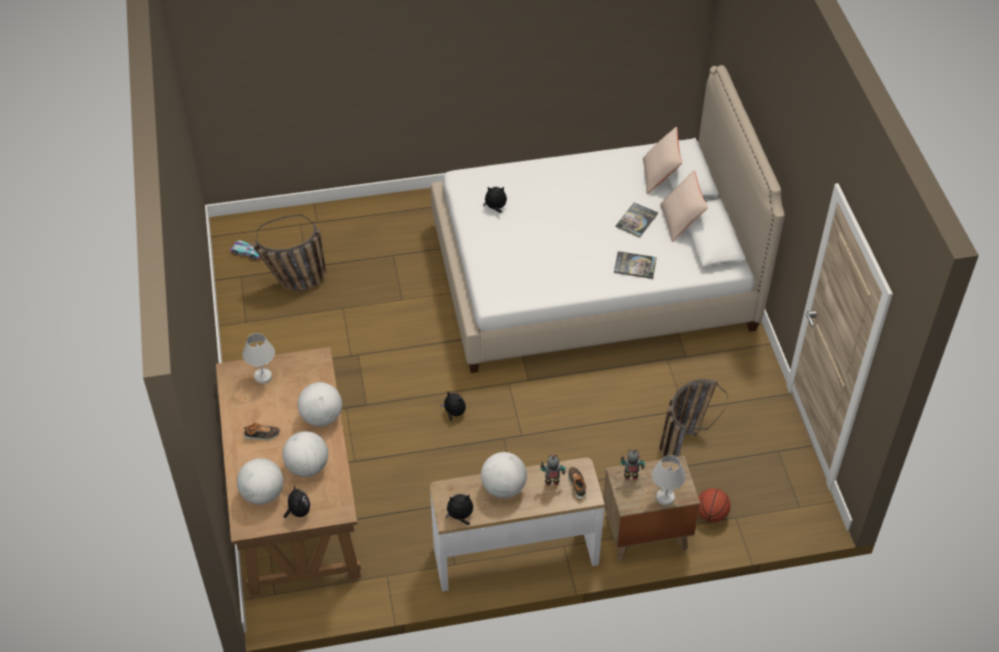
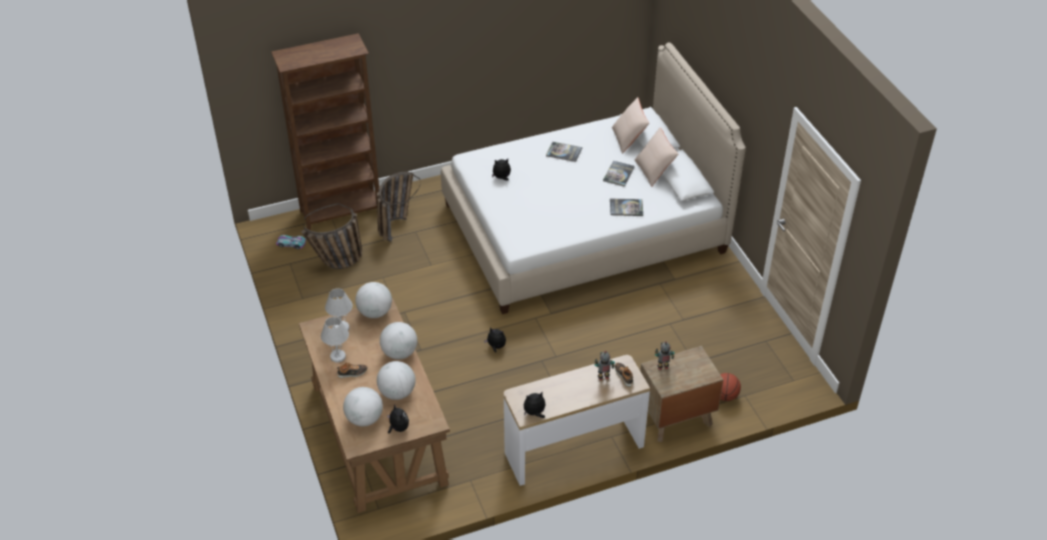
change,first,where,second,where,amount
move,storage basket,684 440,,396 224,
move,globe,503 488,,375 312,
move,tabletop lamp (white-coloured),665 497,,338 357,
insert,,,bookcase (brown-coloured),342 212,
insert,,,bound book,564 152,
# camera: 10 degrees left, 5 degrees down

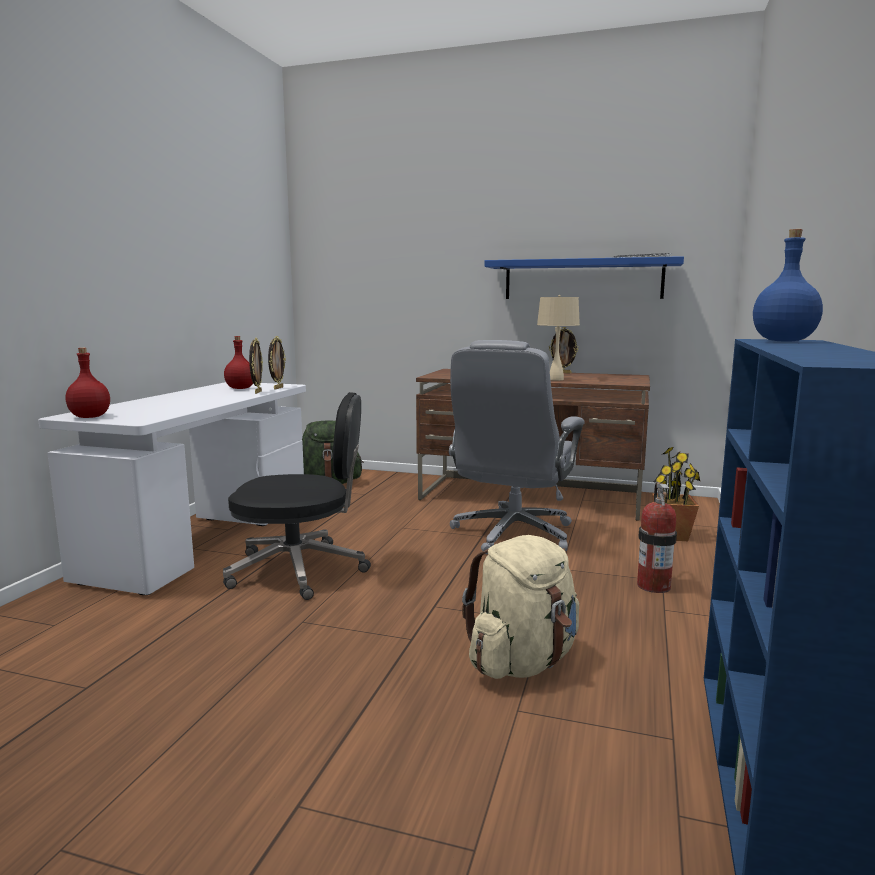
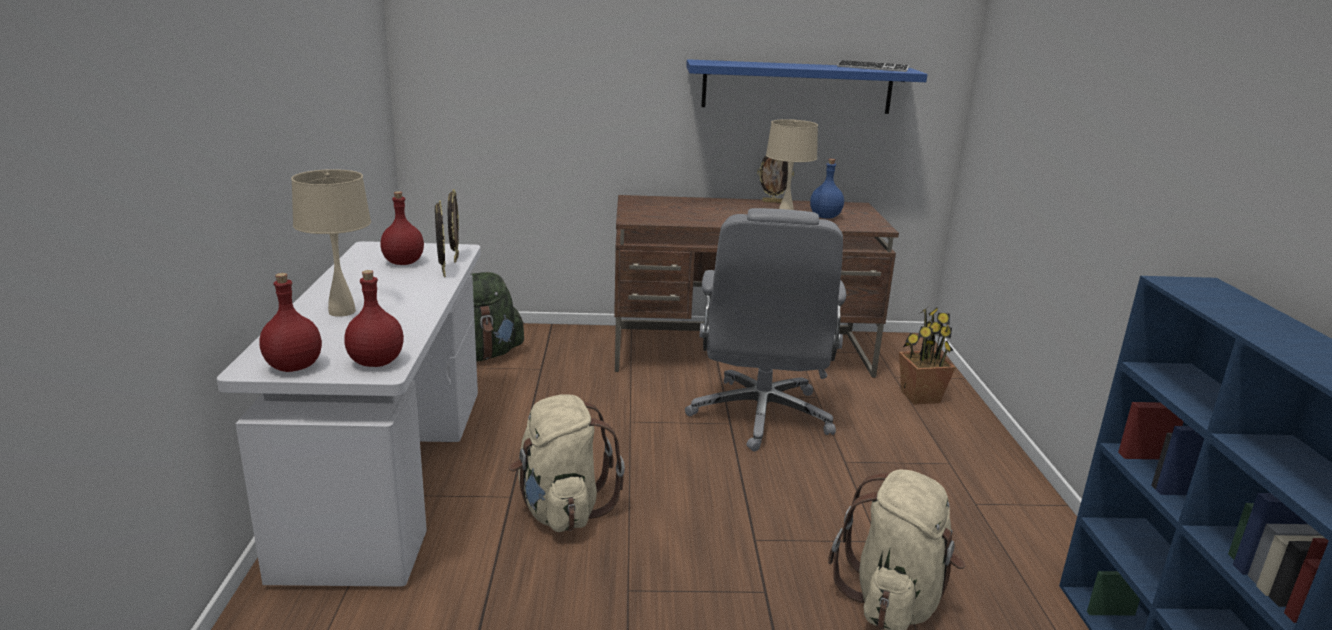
change,first,where,second,where,amount
move,bottle (blue-coloured),783 341,,825 217,
replace,office chair (blackish),300 570,knapsack (sand-coloured),561 510,
delete,fire-fighting cylinder,653 586,,,
insert,,,tabletop lamp (sand-coloured),341 311,
insert,,,bottle (red),375 362,
# camera: 20 degrees left, 10 degrees up

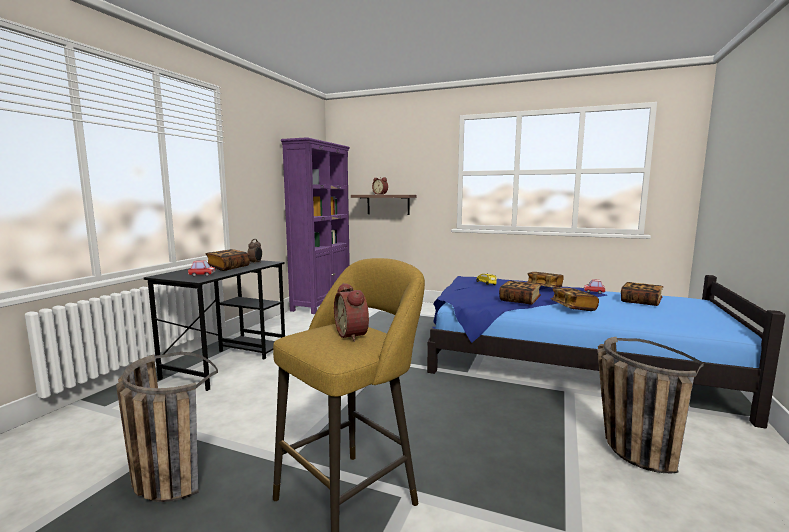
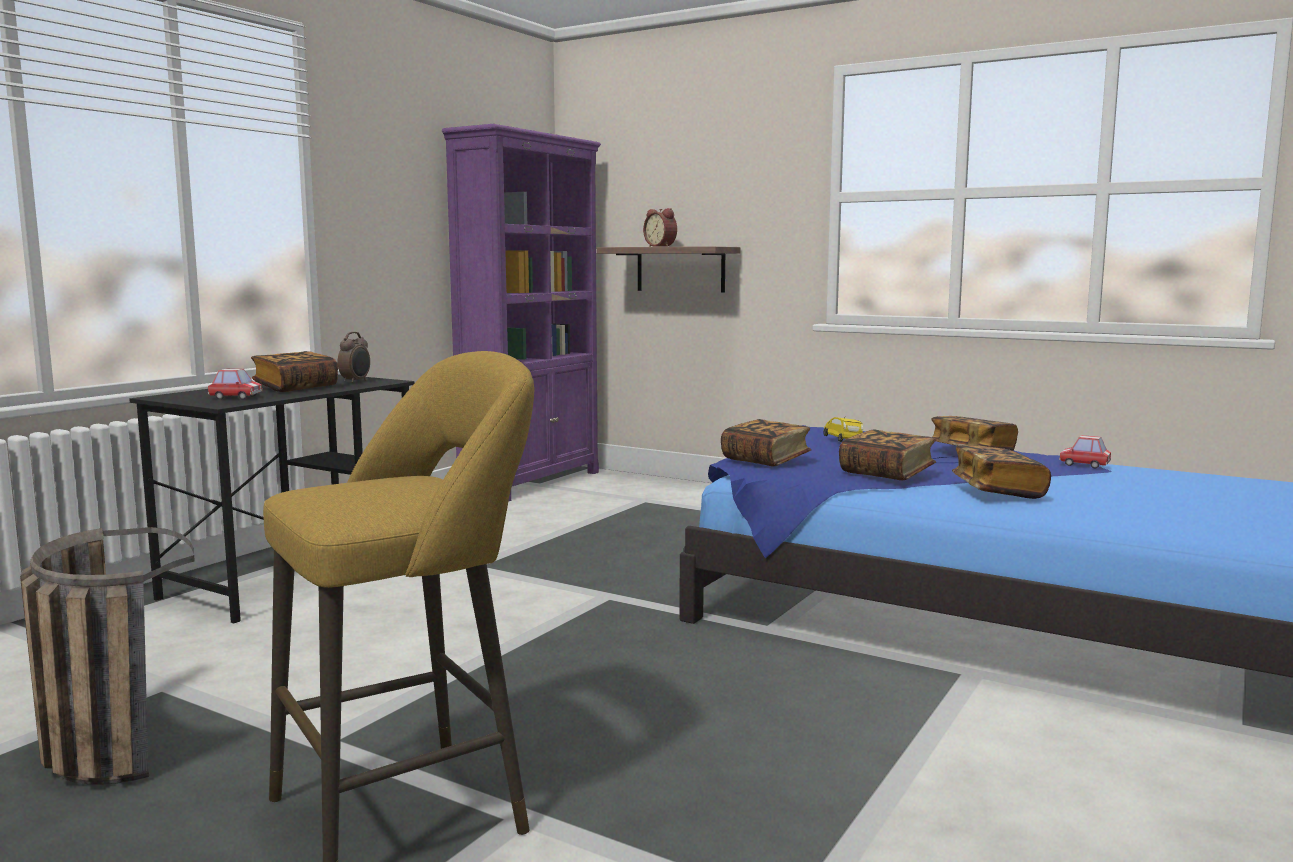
change,first,where,second,where,amount
move,bound book,640 302,,765 460,
delete,alarm clock,354 335,,,
delete,storage basket,626 444,,,
# camera: 10 degrees right, 0 degrees up

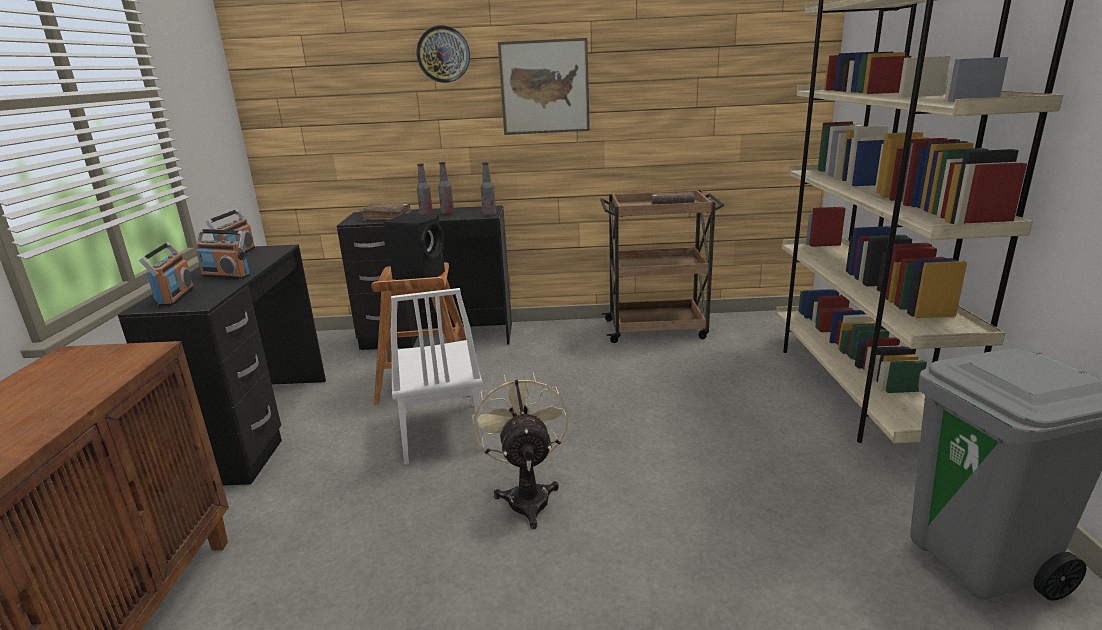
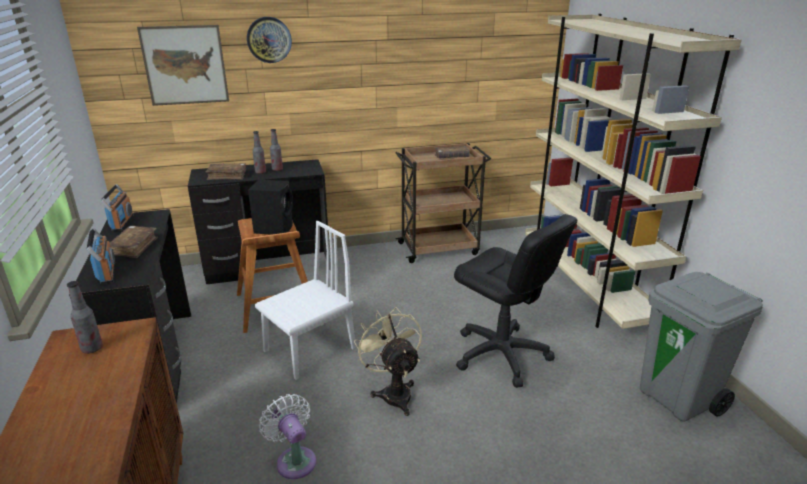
change,first,where,second,where,amount
move,wall art,544 87,,185 65,
move,bottle,489 215,,92 349,
replace,radio receiver,227 275,bound book (brown-coloured),133 247,
rotate,plain chair (white-coloured),442 431,,309 349,105 degrees counterclockwise
insert,,,office chair (blackish),501 354,
insert,,,cooling fan (white-coloured),294 459,
# camera: 15 degrees left, 5 degrees up

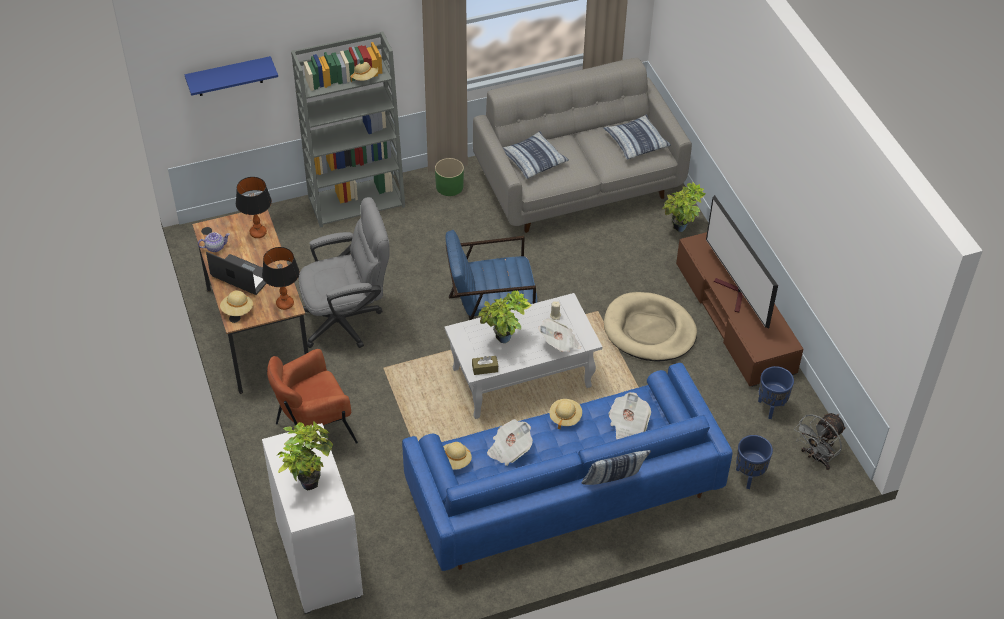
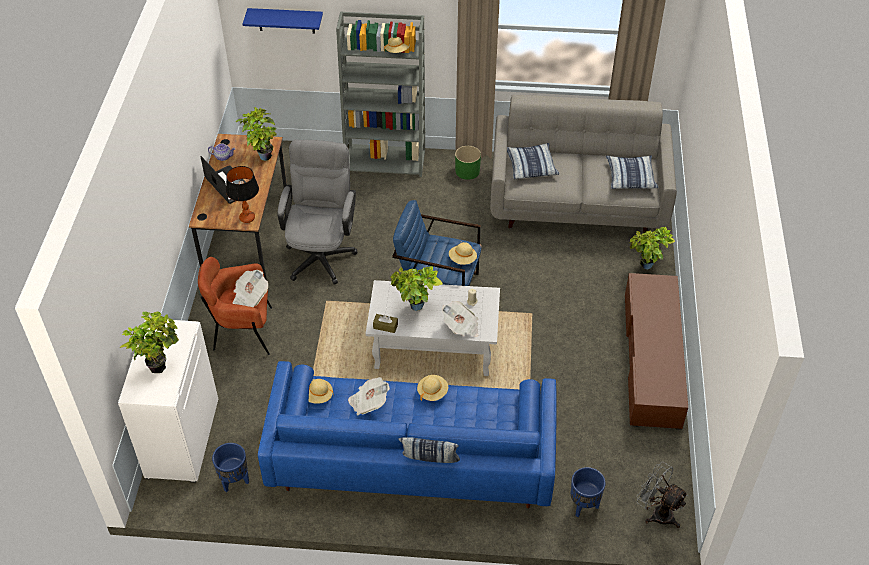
change,first,where,second,where,amount
replace,tabletop lamp,258 233,houseplant,262 155,
delete,television,735 294,,,
rotate,office chair (gray),347 319,,321 252,90 degrees counterclockwise
move,clothing hat (sand-coloured),237 310,,462 259,
delete,pet bed (sand-coloured),649 330,,,
move,planter (blue-coloured),770 408,,234 481,
move,newspaper,628 425,,250 297,
rotate,cooling fan (gray),816 458,,657 512,60 degrees clockwise
# camera: 25 degrees right, 0 degrees up

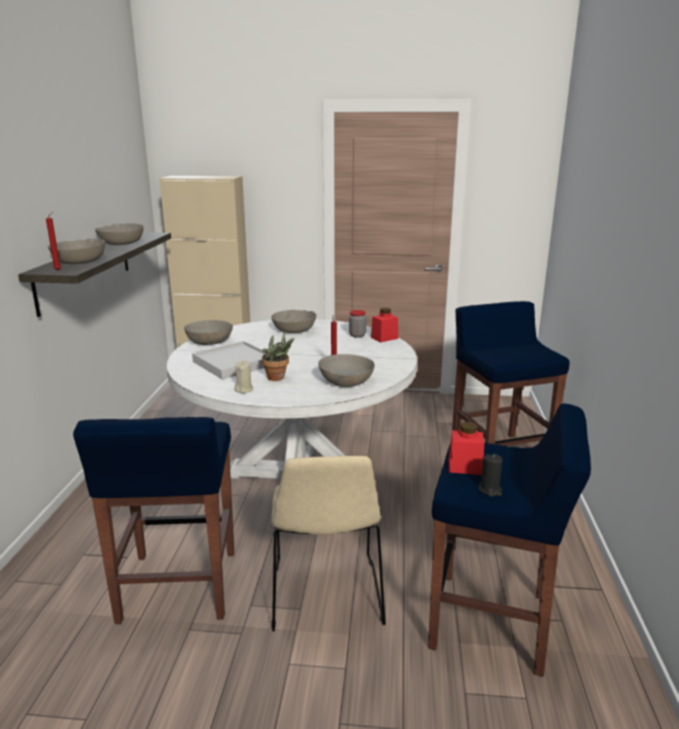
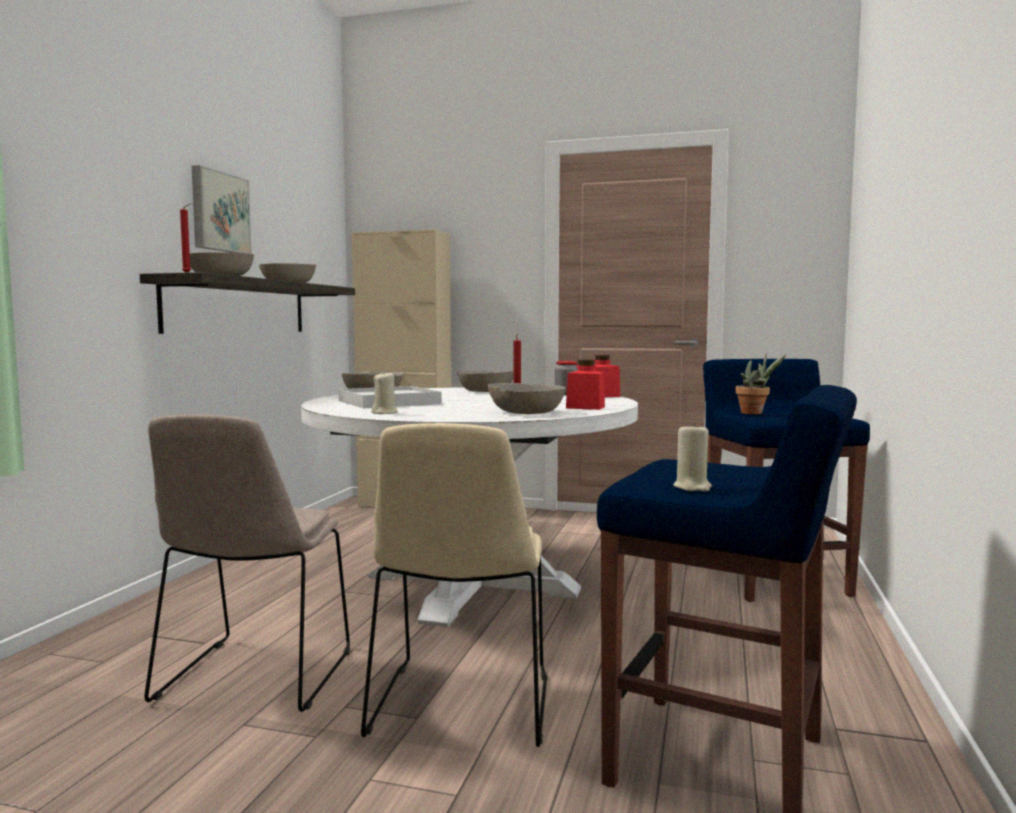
change,first,where,second,where,amount
move,houseplant,278 378,,755 413,
replace,stool seat (blue-coloured),178 587,plain chair (sand-coloured),253 678,
move,preserve jar (red),465 467,,585 407,
recolor,candle (blackish),490 490,candle (sand-coloured),692 487,
insert,,,wall art,219 212,
# camera: 10 degrees right, 15 degrees down

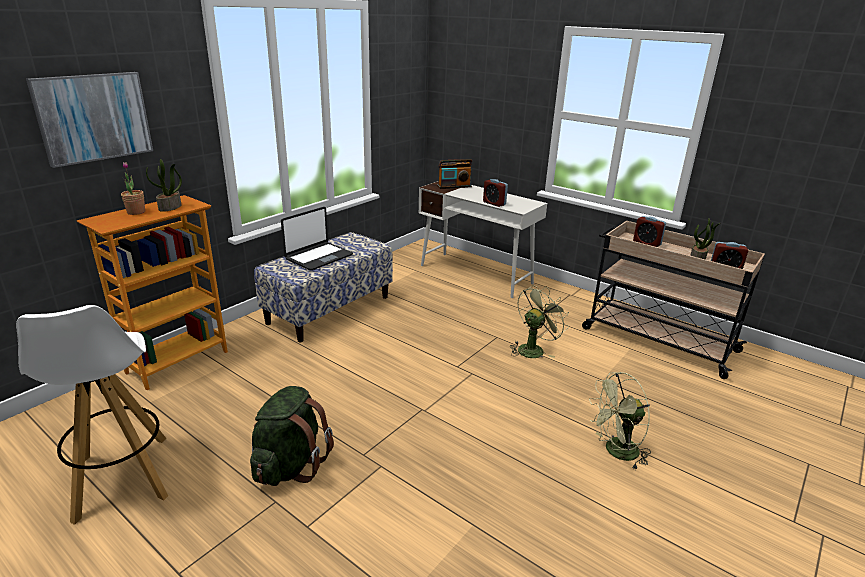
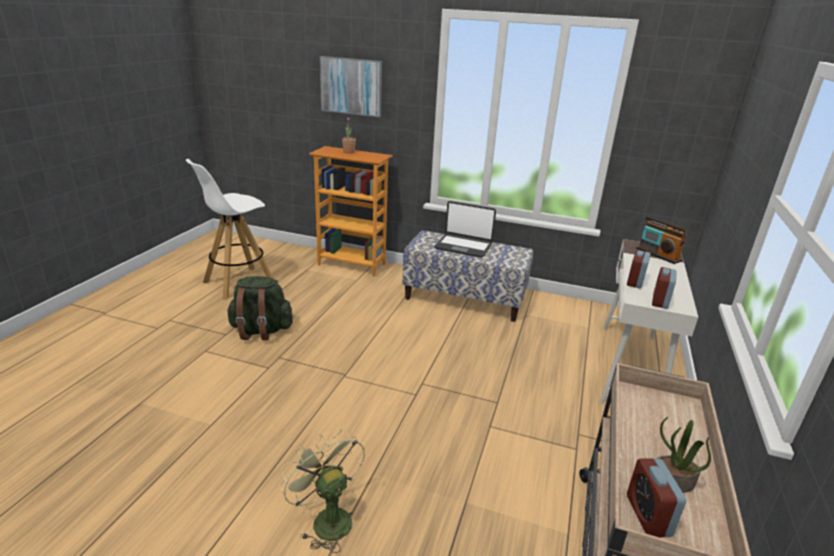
change,first,where,second,where,amount
delete,houseplant,170 207,,,
move,alarm clock,646 243,,660 301,
delete,cooling fan (green-coloured),533 349,,,
# camera: 70 degrees right, 0 degrees up

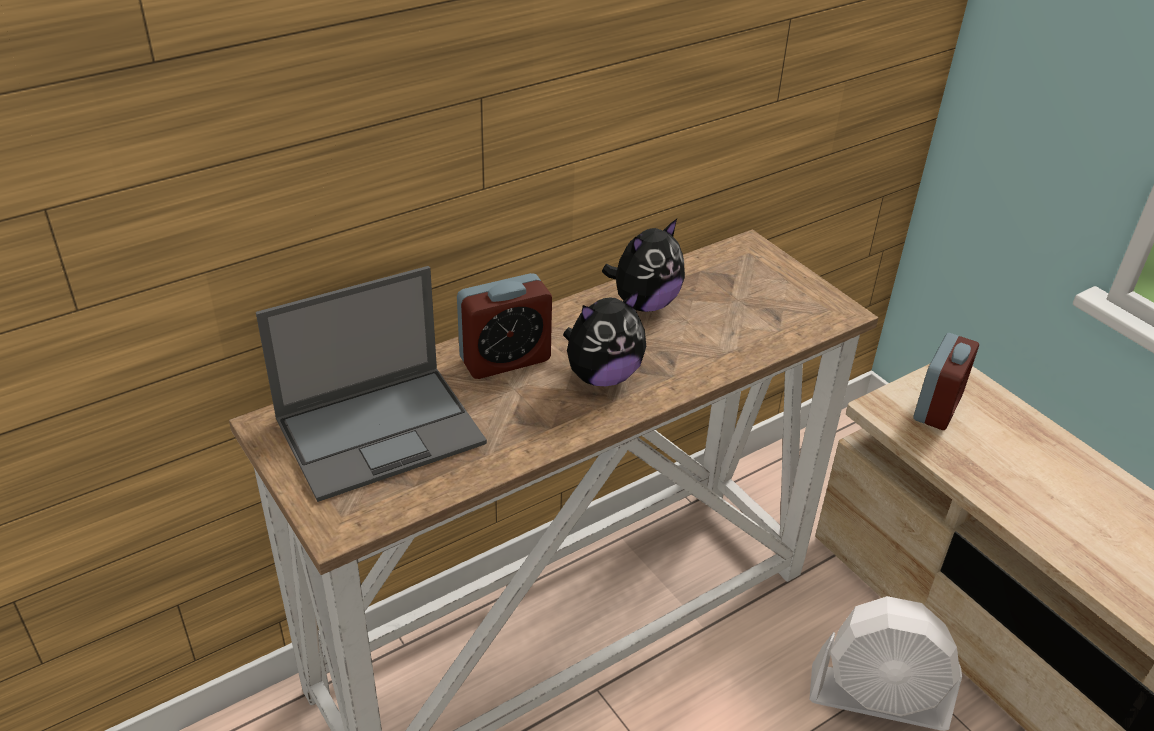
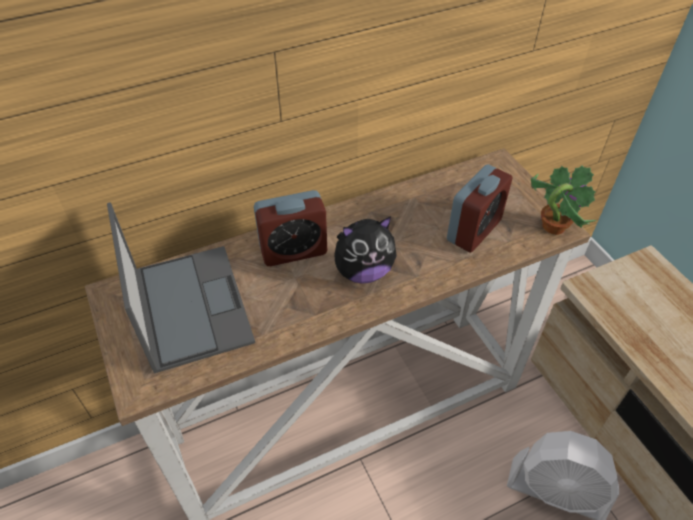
change,first,where,second,where,amount
delete,soft toy,644 303,,,
rotate,laptop,382 430,,190 305,90 degrees counterclockwise
move,alarm clock,937 407,,474 230,
insert,,,houseplant,552 226,
# camera: 10 degrees right, 10 degrees up

